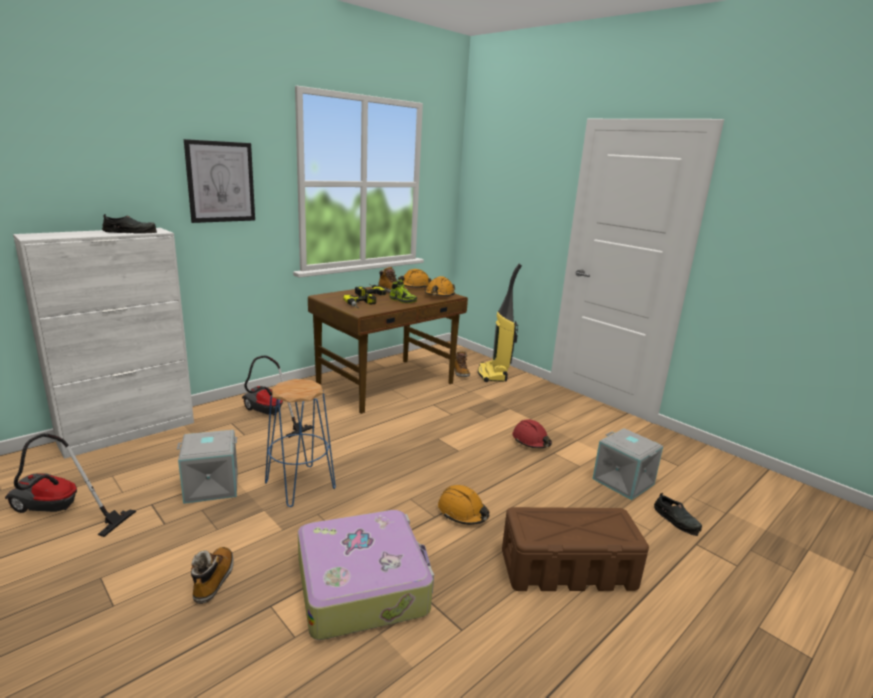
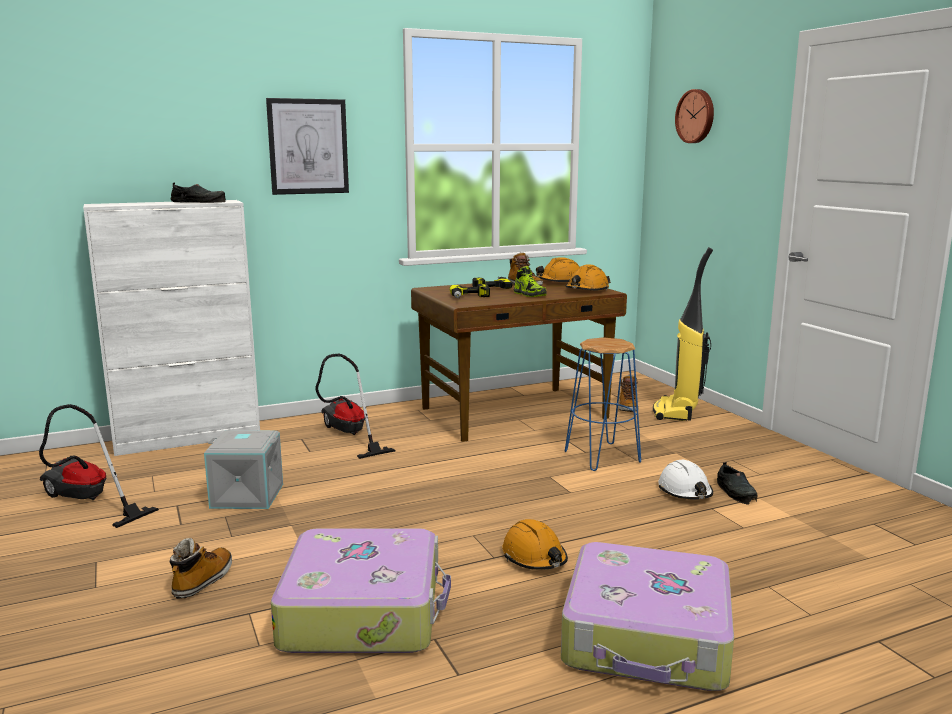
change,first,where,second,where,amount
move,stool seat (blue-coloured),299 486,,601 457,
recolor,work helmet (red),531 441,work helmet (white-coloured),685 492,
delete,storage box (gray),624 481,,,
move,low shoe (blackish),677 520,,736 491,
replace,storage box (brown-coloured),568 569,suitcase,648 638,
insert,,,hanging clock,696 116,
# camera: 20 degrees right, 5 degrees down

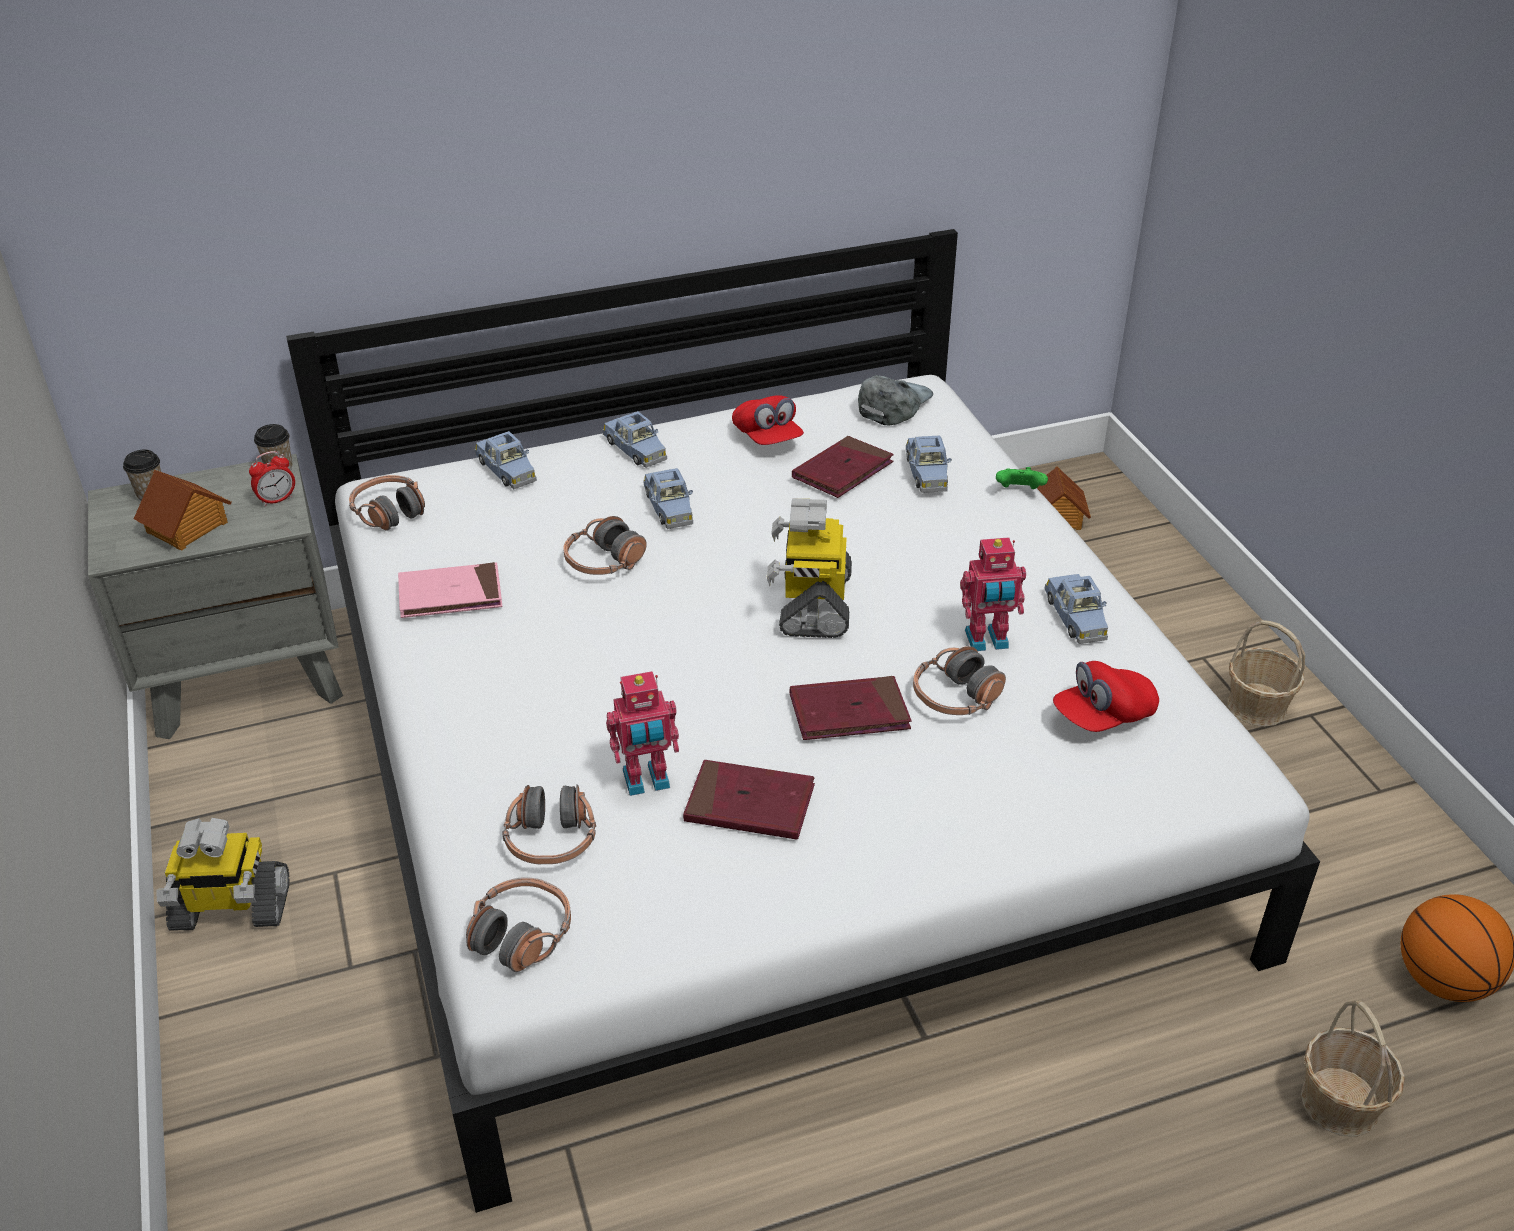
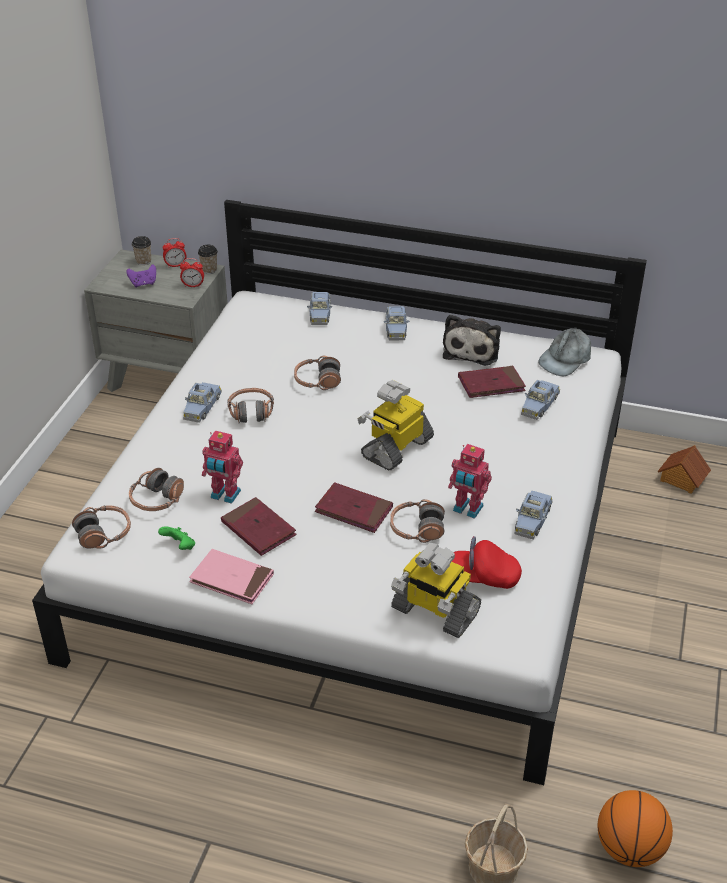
change,first,where,second,where,amount
rotate,baseball cap (gray),893 404,,565 359,150 degrees clockwise
replace,baseball cap (red),767 438,soft toy,472 350,
move,gamepad (green-coloured),1019 492,,179 547,
move,toy car (blue-coloured),669 507,,202 407,
replace,toy house,188 527,gamepad (purple),143 284,
move,headset,389 512,,251 412,
move,bound book (pinkish),450 595,,232 579,
delete,storage basket,1256 706,,,
move,model robot,230 908,,434 611,
insert,,,alarm clock,175 265,
# camera: 35 degrees right, 0 degrees up

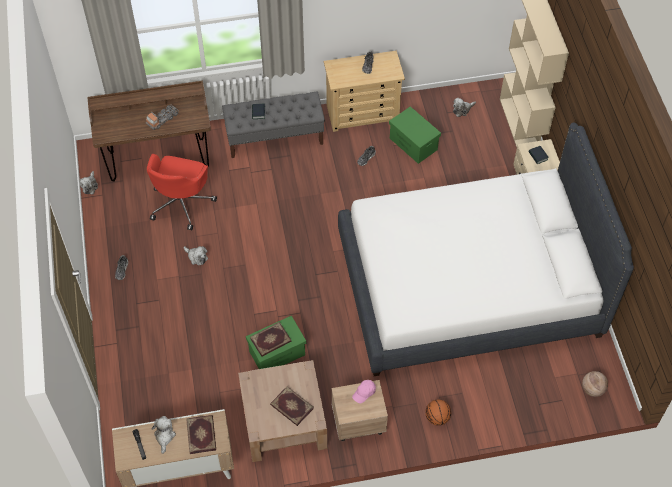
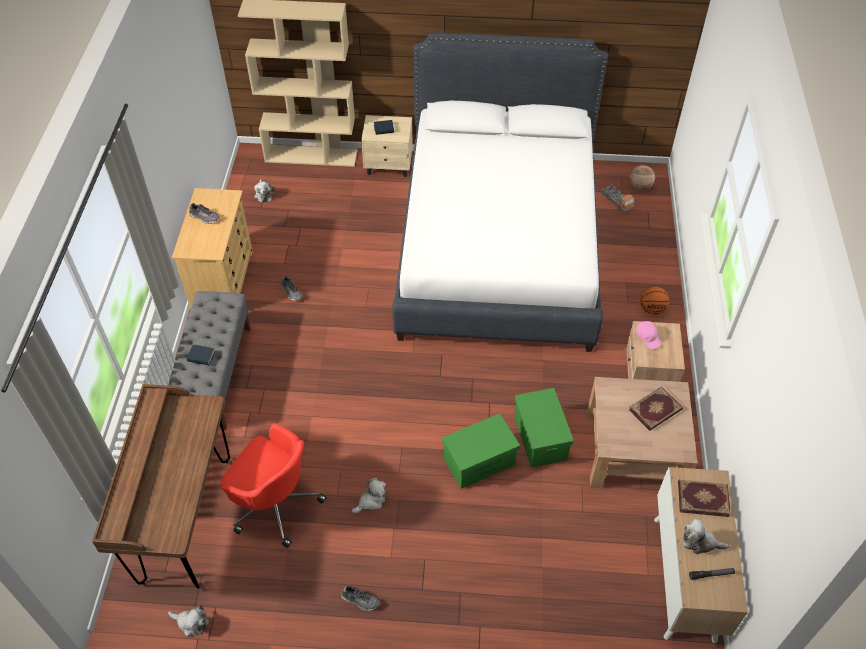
change,first,where,second,where,amount
move,model truck,163 119,,617 201,
move,storage box (green-coloured),413 143,,479 462,
delete,bound book,271 341,,,
# camera: 75 degrees left, 5 degrees down

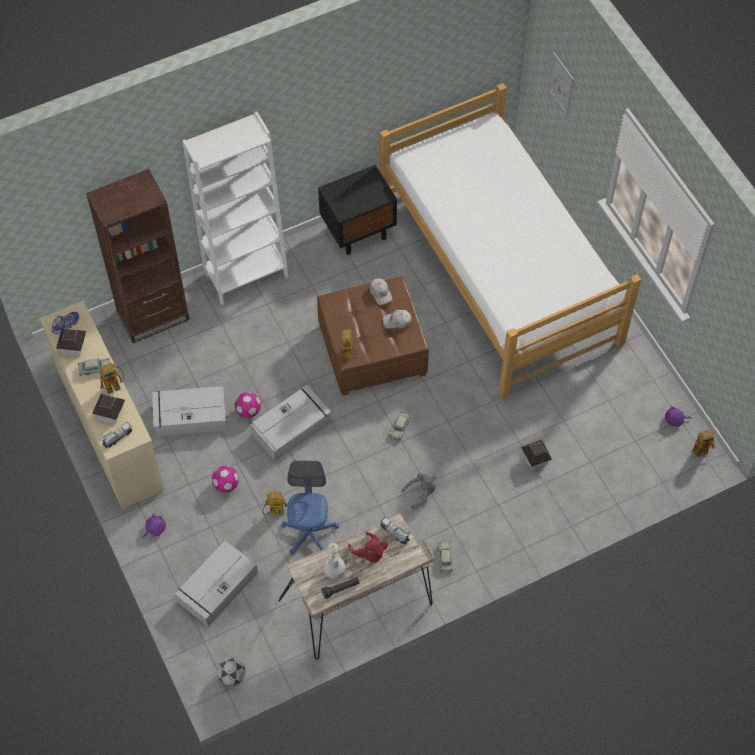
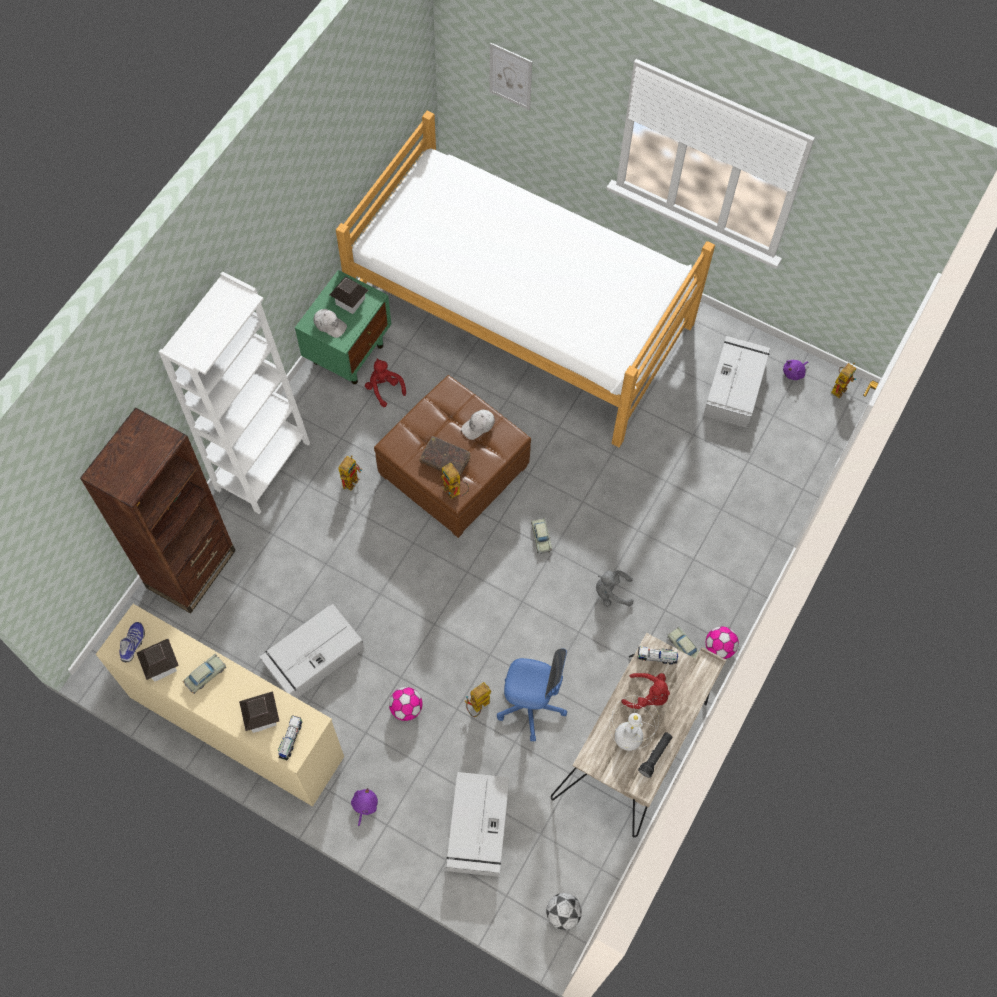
change,first,where,second,where,amount
recolor,bedside table (blackish),358 231,bedside table (green-coloured),349 353,
move,baseball cap (white-coloured),380 293,,330 325,
move,model robot,115 385,,351 478,
move,storage box (gray),292 427,,734 386,
move,football,248 411,,719 648,
move,toy house,535 459,,350 301,
rotate,office chair (blue-coloured),309 533,,530 706,135 degrees clockwise
rotate,soft toy (gray),421 493,,611 593,120 degrees counterclockwise
insert,,,soft toy (red),384 388,
insert,,,bound book (brown-coloured),445 460,
# camera: 35 degrees left, 5 degrees up

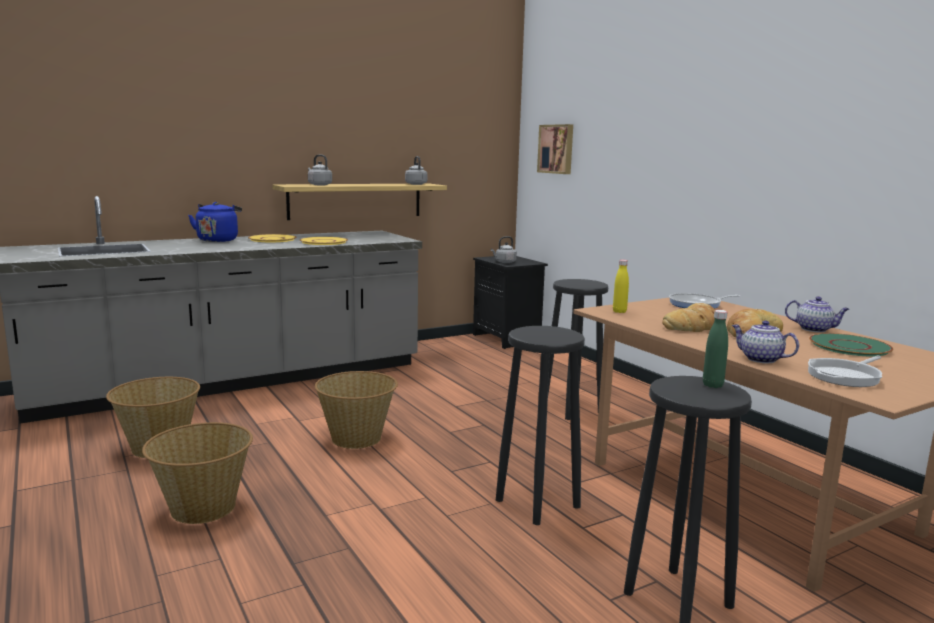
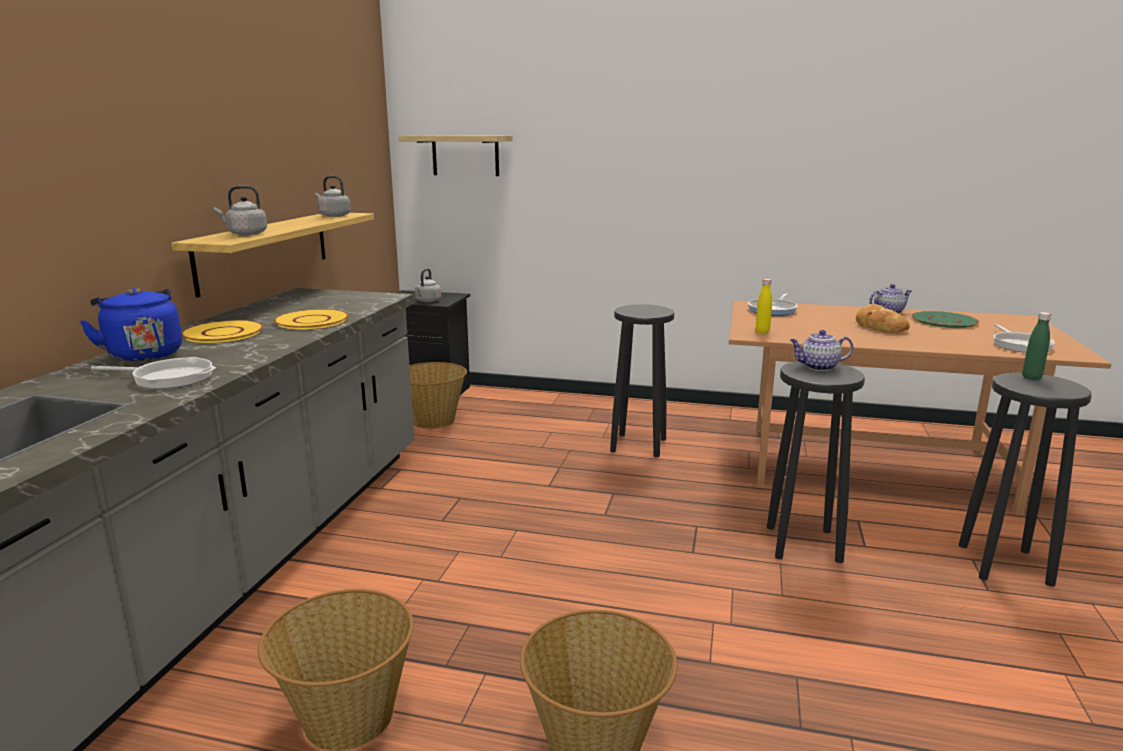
change,first,where,second,where,amount
replace,wall art,556 149,wall shelf,465 155,
delete,baked bread,693 326,,,
move,teapot,760 359,,818 367,
move,storage basket,357 438,,433 420,
insert,,,pan,168 378,
# camera: 45 degrees left, 5 degrees up

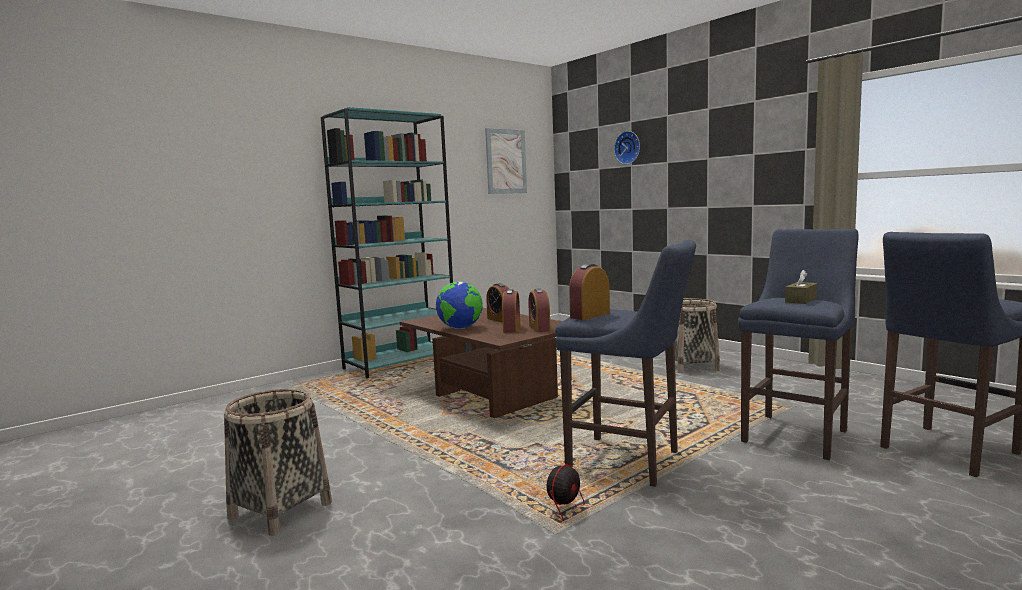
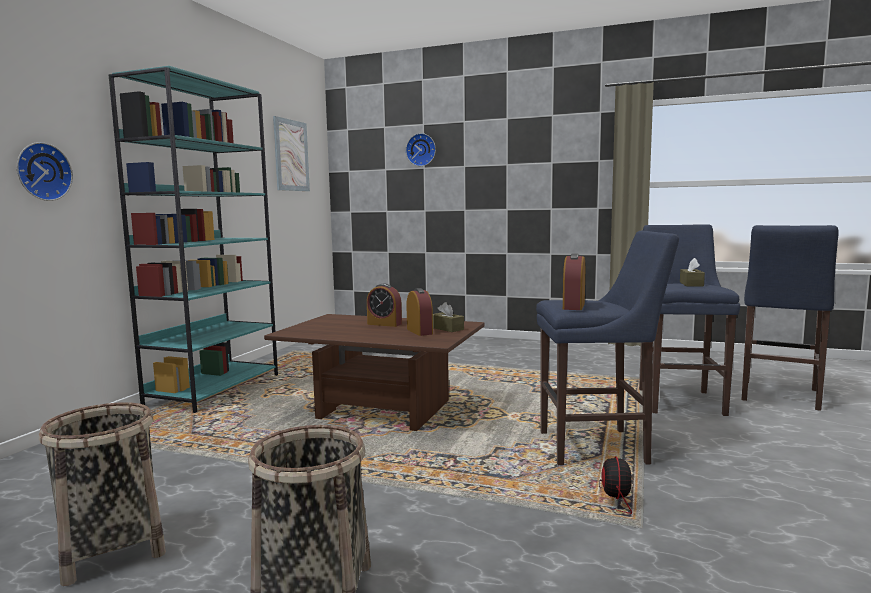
change,first,where,second,where,amount
delete,globe,460 328,,,
replace,alarm clock,539 328,box of tissues (brown-coloured),447 328,
move,storage basket,692 366,,111 549,
insert,,,hanging clock,42 172,
# camera: 30 degrees left, 0 degrees up

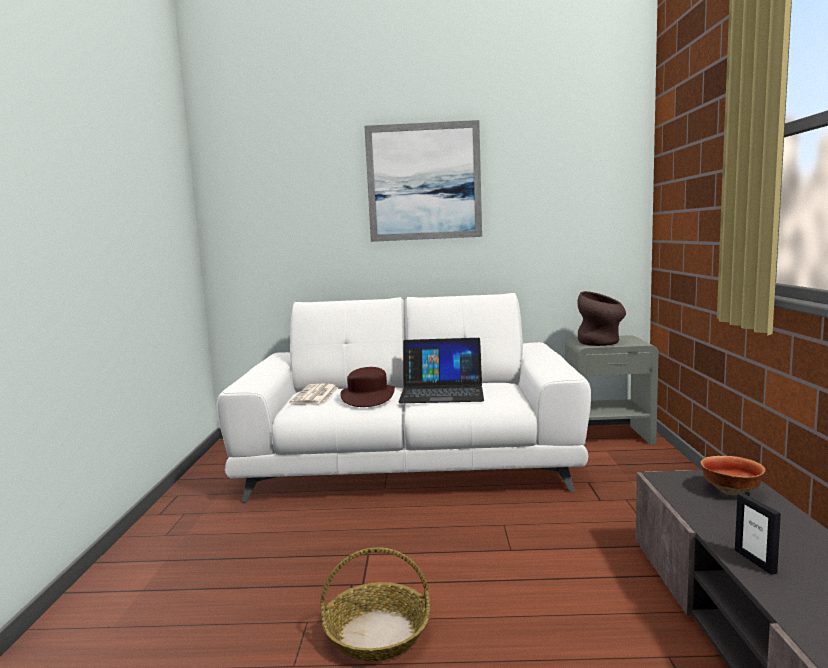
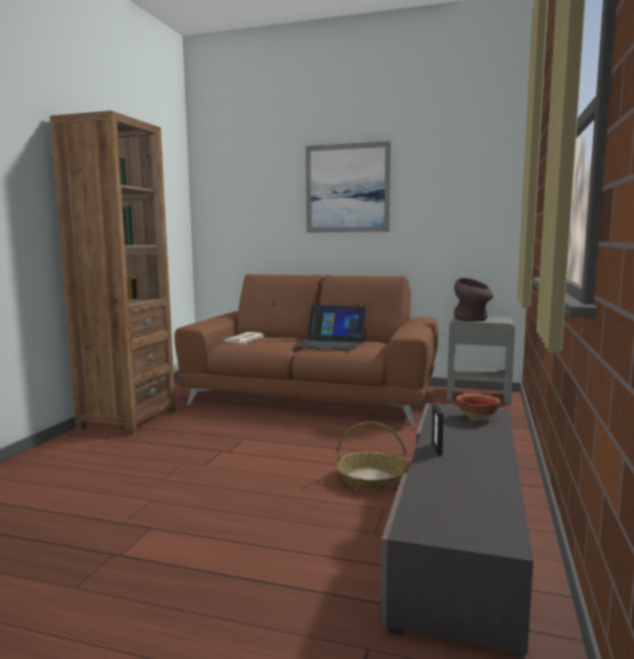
change,first,where,second,where,amount
recolor,couch (white-coloured),410 462,couch (brown-coloured),313 396,
delete,clothing hat (brown-coloured),368 397,,,
move,storage basket,377 633,,371 478,
insert,,,bookcase (brown-coloured),127 419,
# camera: 15 degrees right, 0 degrees up

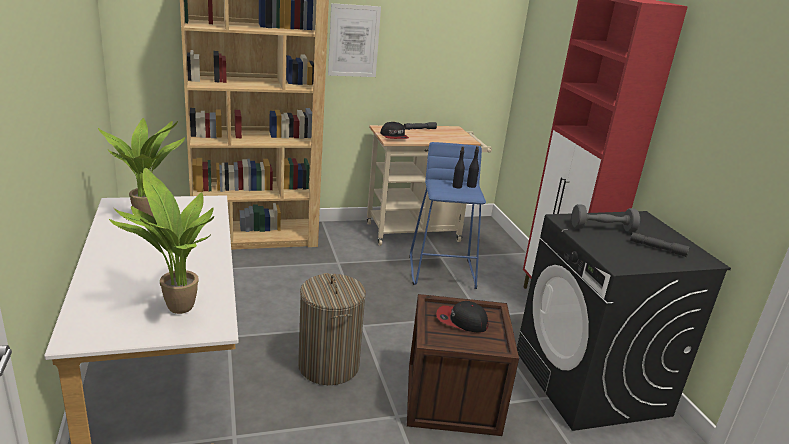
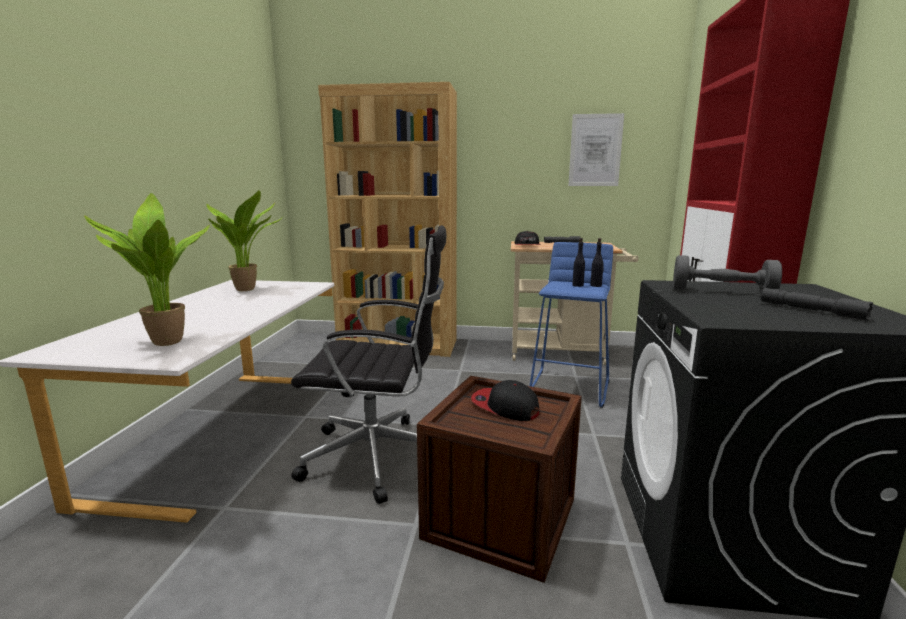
change,first,where,second,where,amount
move,wall art,354 41,,595 150,
replace,laundry basket,329 366,office chair (blackish),379 457,
# camera: 25 degrees right, 10 degrees down

